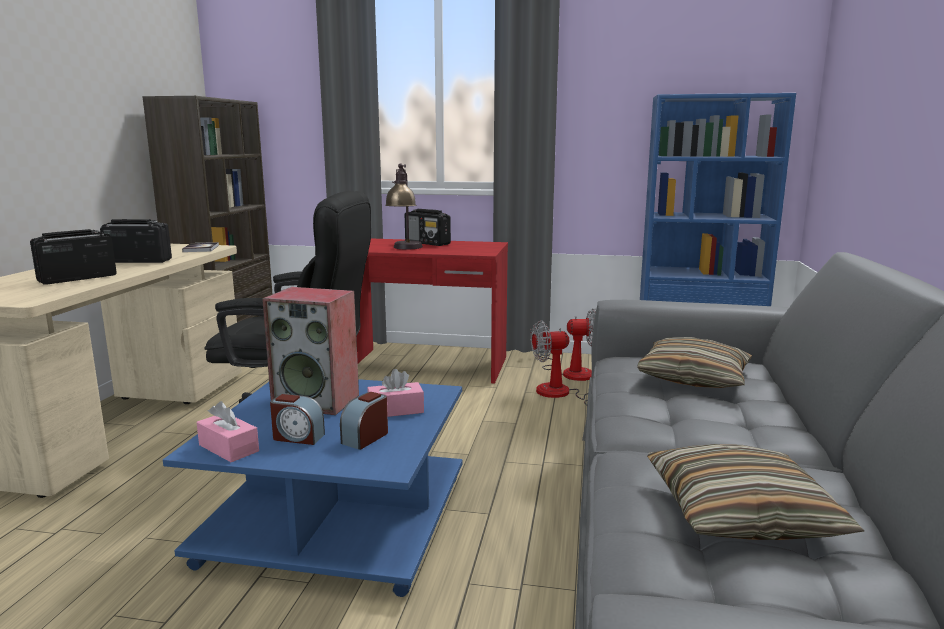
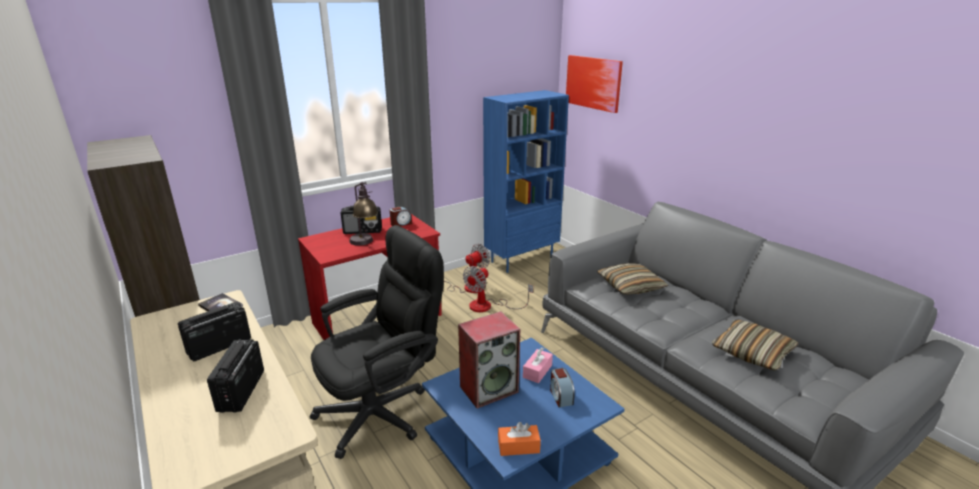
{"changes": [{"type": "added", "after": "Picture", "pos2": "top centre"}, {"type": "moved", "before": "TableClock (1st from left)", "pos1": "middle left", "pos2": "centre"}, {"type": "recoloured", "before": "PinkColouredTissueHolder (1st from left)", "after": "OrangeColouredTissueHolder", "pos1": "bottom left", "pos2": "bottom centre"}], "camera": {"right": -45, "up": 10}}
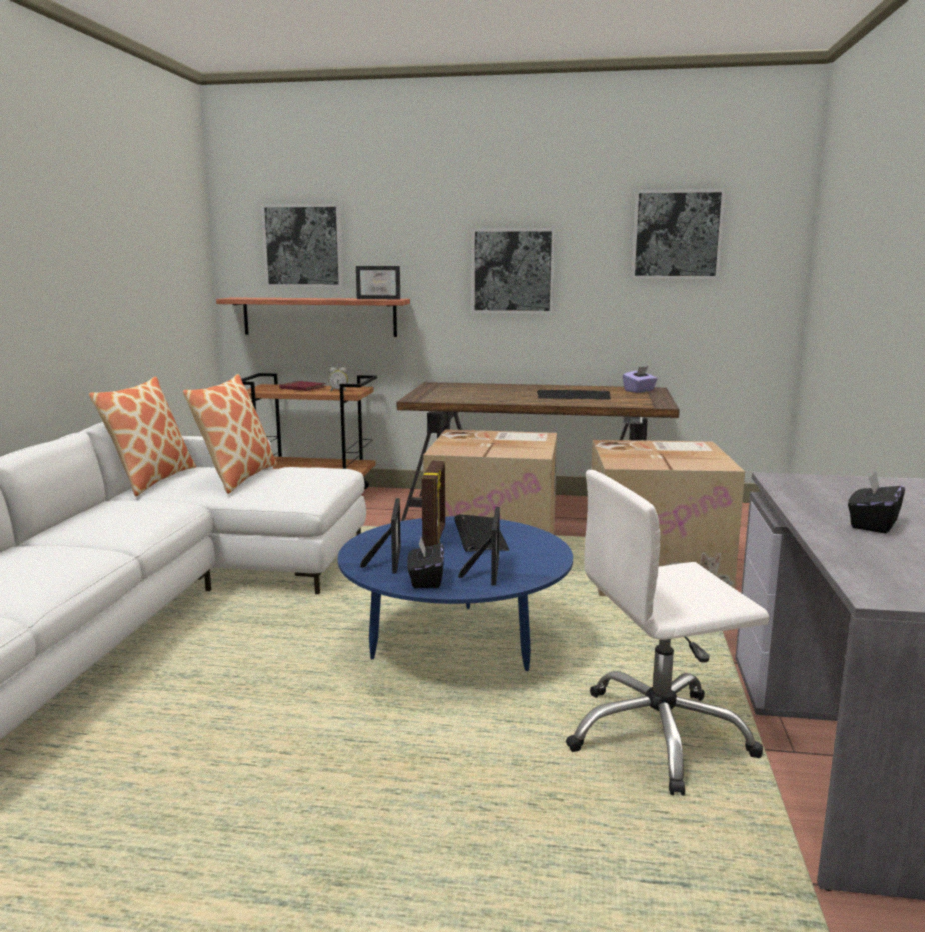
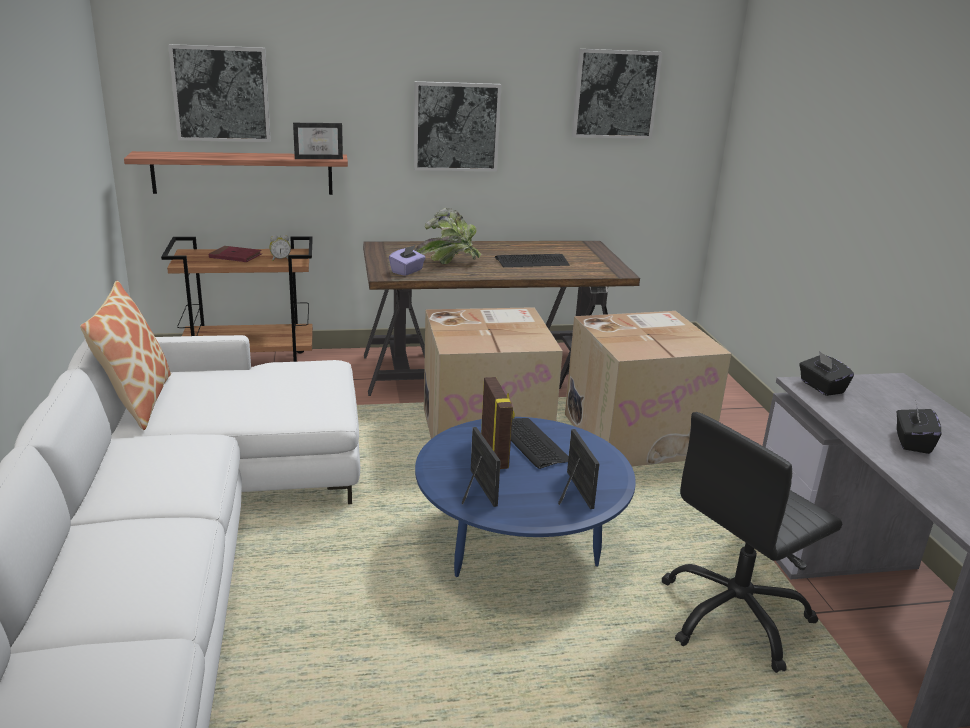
{"changes": [{"type": "removed", "before": "Pillow (2nd from left)", "pos1": "middle left"}, {"type": "added", "after": "PlantInAPot", "pos2": "top centre"}, {"type": "moved", "before": "BlackTissueHolder (1st from left)", "pos1": "centre", "pos2": "middle right"}, {"type": "moved", "before": "PurpleColouredTissueHolder", "pos1": "middle right", "pos2": "centre"}, {"type": "recoloured", "before": "WhitishDeskChair", "after": "BlackDeskChair", "pos1": "bottom right", "pos2": "bottom right"}], "camera": {"right": -20, "up": 10}}
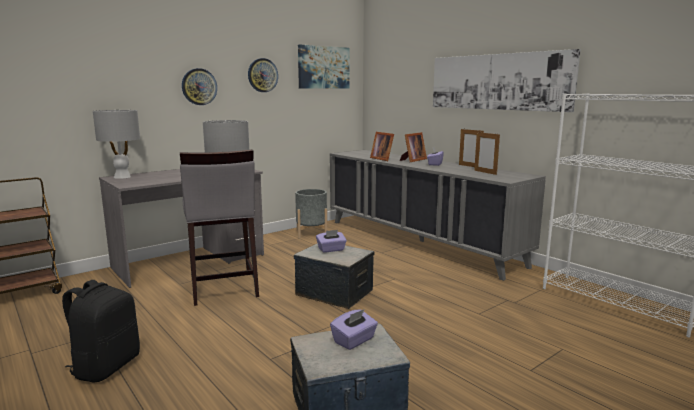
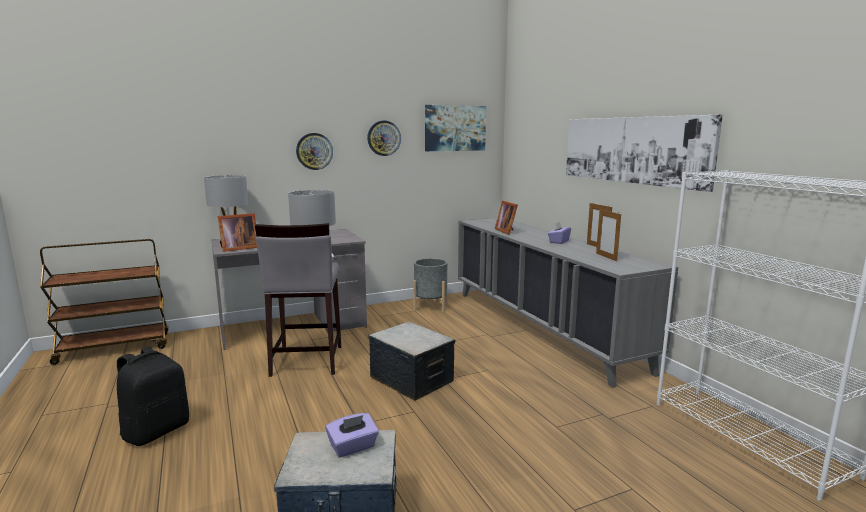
{"changes": [{"type": "removed", "before": "PurpleColouredTissueHolder (1st from left)", "pos1": "centre"}, {"type": "moved", "before": "PictureFrame (2nd from left in the first image)", "after": "PictureFrame (1st from left)", "pos1": "centre", "pos2": "middle left"}], "camera": {"right": 15, "up": 0}}
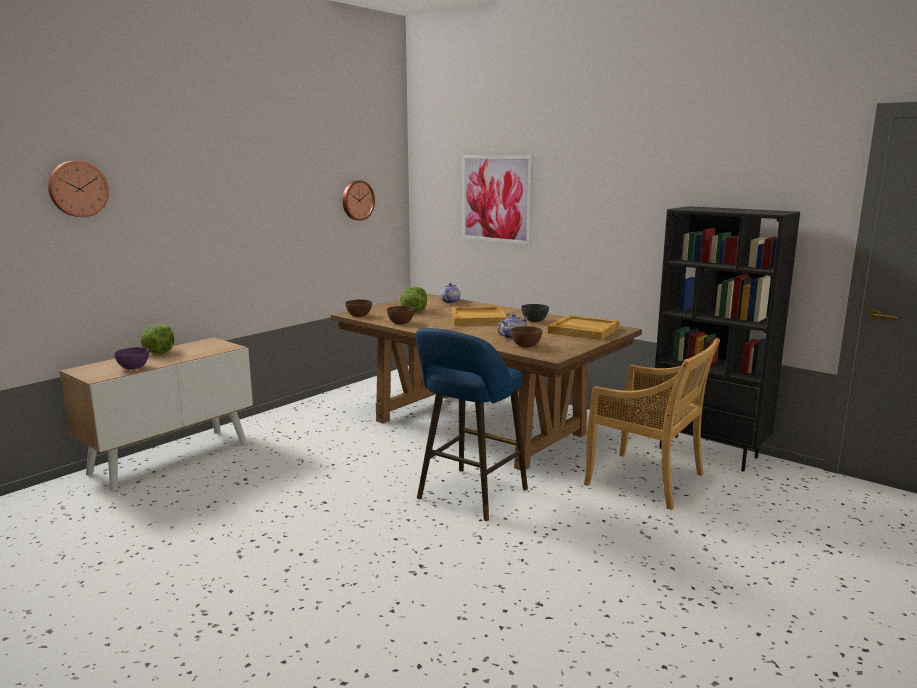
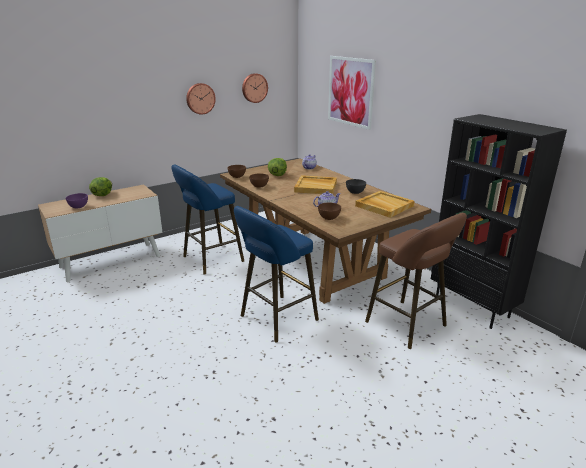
{"changes": [{"type": "added", "after": "BluishStoolSeat (1st from left)", "pos2": "centre"}, {"type": "moved", "before": "HangingClock (1st from left)", "pos1": "top left", "pos2": "top centre"}, {"type": "replaced", "before": "SandColouredChair", "after": "BrownishStoolSeat", "pos1": "middle right", "pos2": "middle right"}], "camera": {"right": 15, "up": 10}}
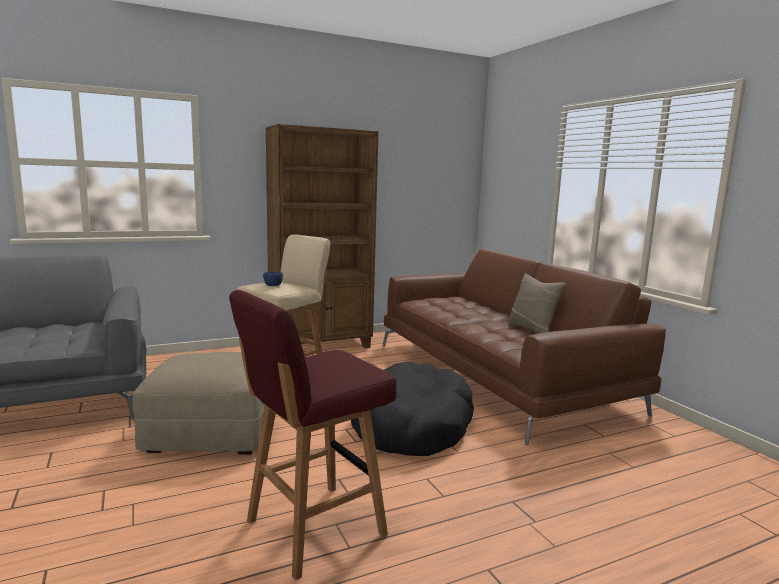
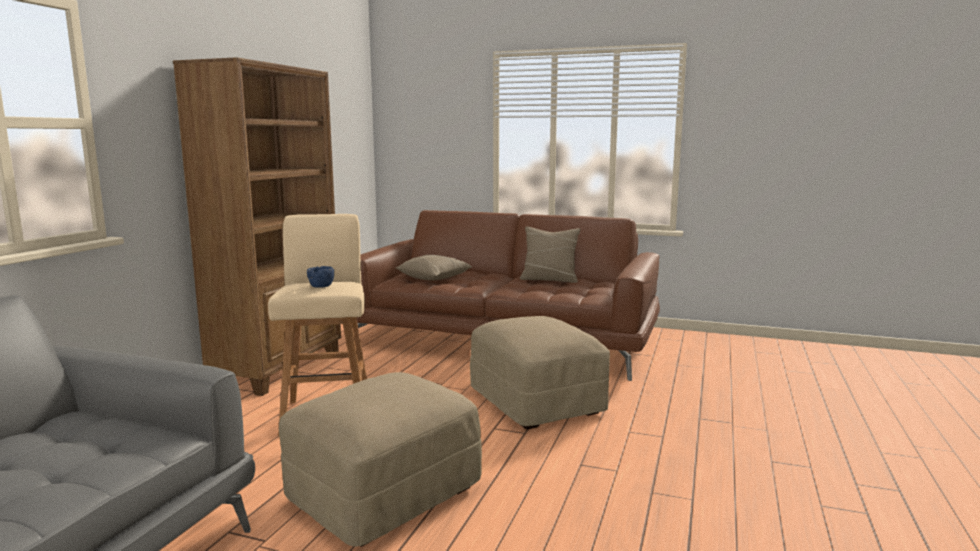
{"changes": [{"type": "removed", "before": "RedStoolSeat", "pos1": "bottom centre"}, {"type": "added", "after": "SandColouredPillow (1st from left)", "pos2": "centre"}, {"type": "replaced", "before": "BlackPetBed", "after": "SandColouredFootrest (2nd from left)", "pos1": "bottom centre", "pos2": "bottom centre"}], "camera": {"right": -45, "up": 0}}
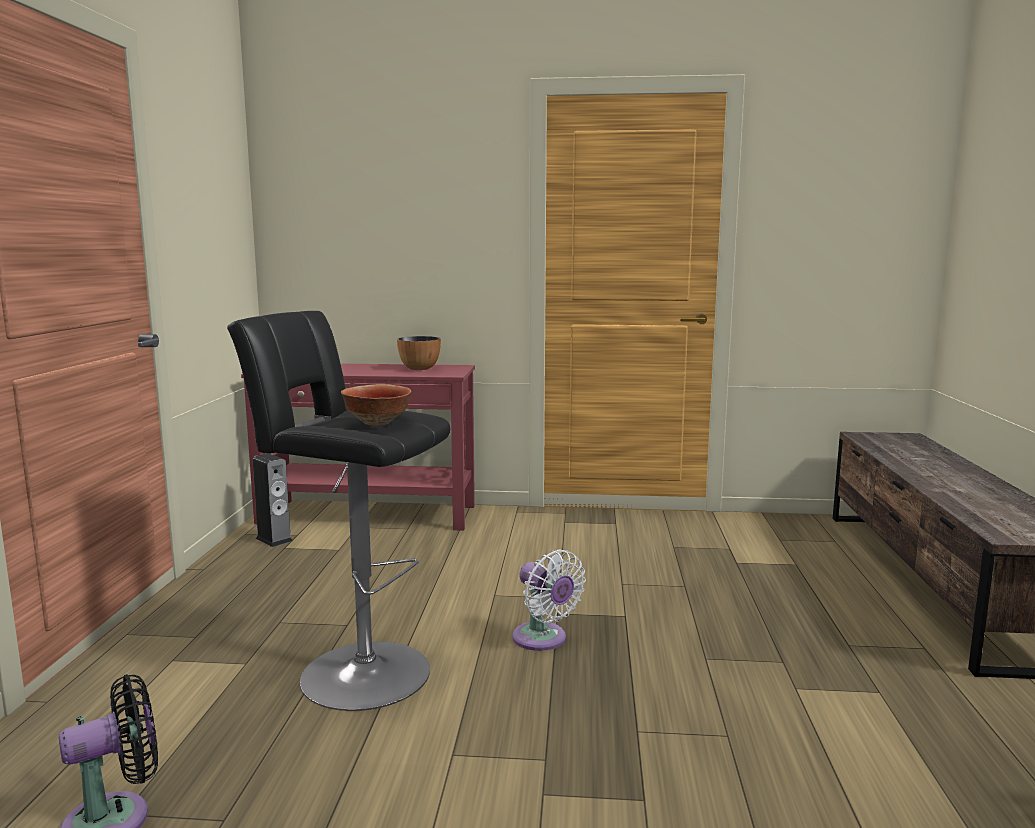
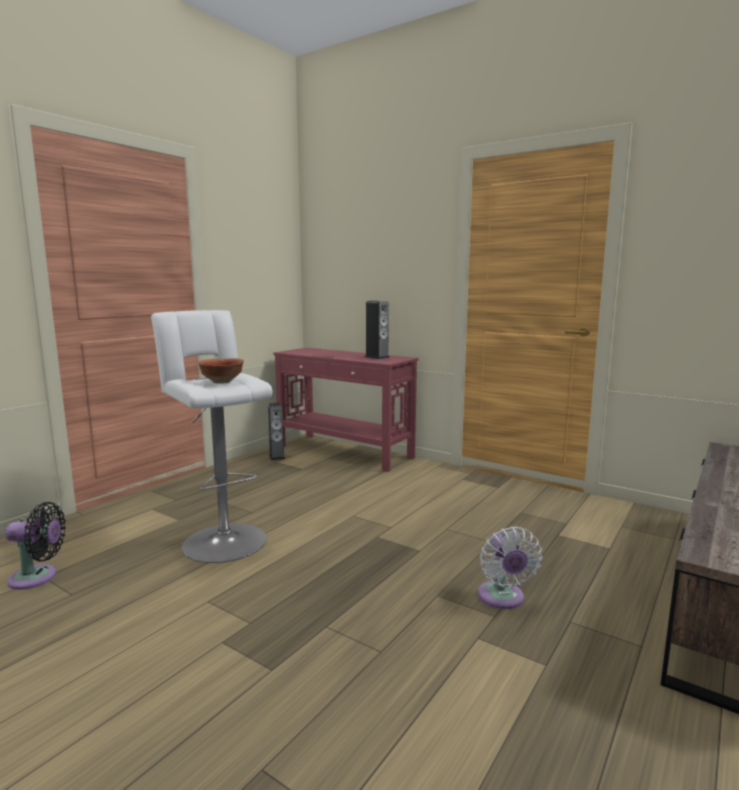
{"changes": [{"type": "moved", "before": "WhitishCoolingFan", "pos1": "bottom centre", "pos2": "bottom right"}, {"type": "replaced", "before": "DeepDish (2nd from left)", "after": "AudioSpeaker (2nd from left)", "pos1": "centre", "pos2": "centre"}, {"type": "recoloured", "before": "BlackStoolSeat", "after": "WhitishStoolSeat", "pos1": "middle left", "pos2": "middle left"}], "camera": {"right": 30, "up": 0}}
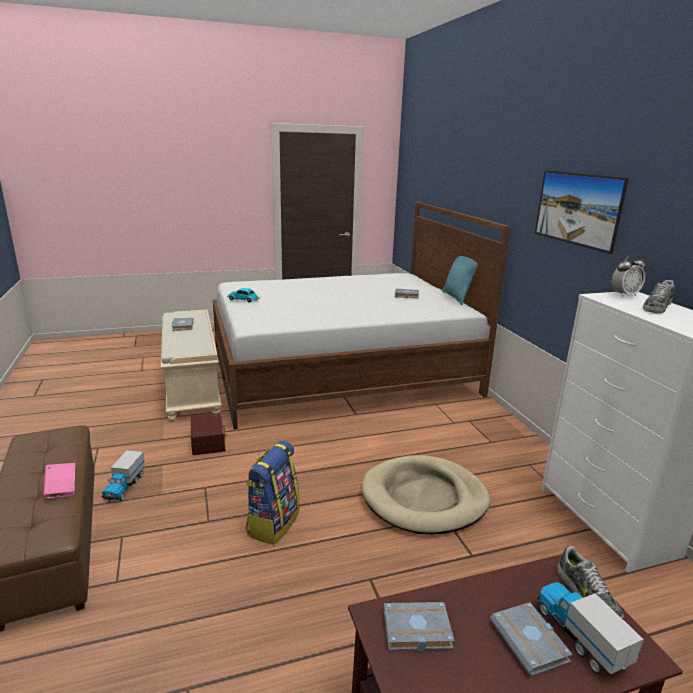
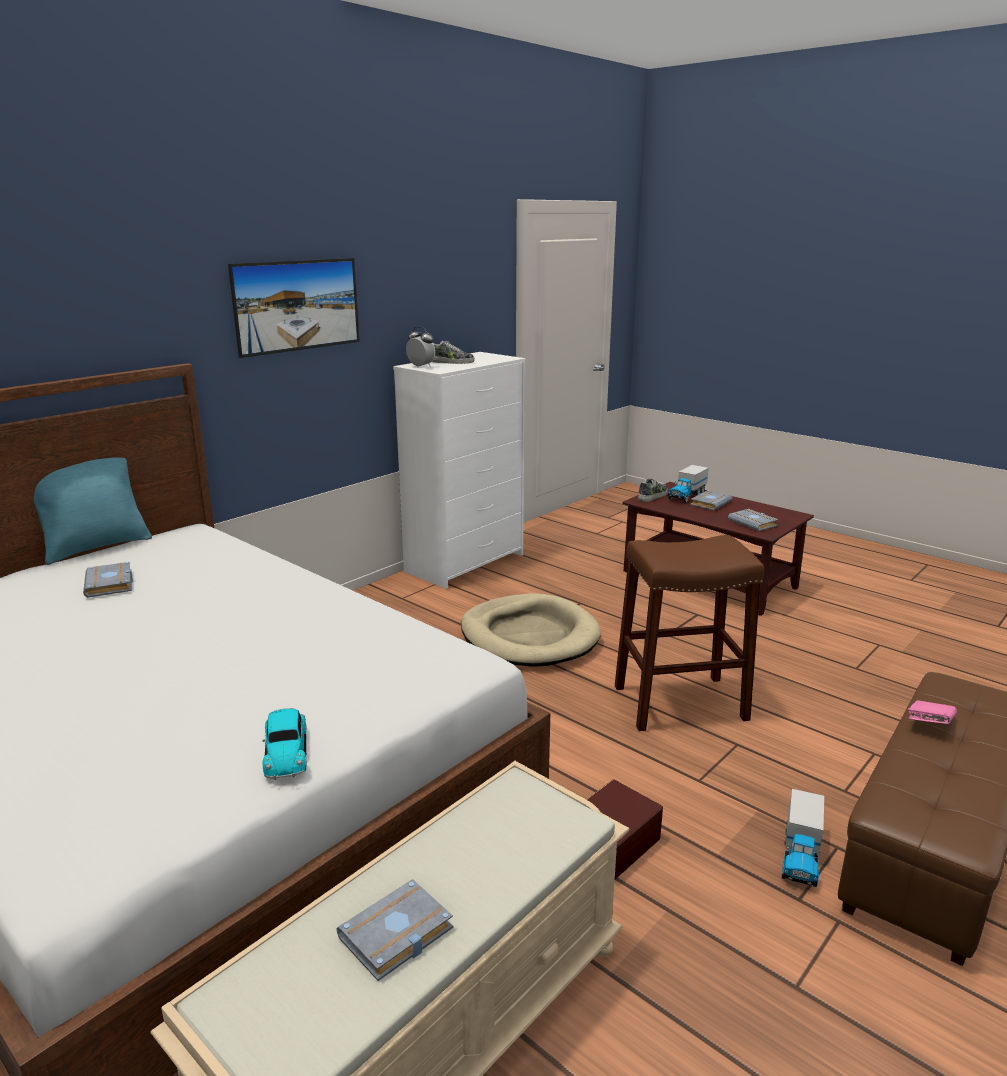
{"changes": [{"type": "replaced", "before": "Knapsack", "after": "BrownishStoolSeat", "pos1": "bottom centre", "pos2": "middle right"}, {"type": "turned", "before": "ToyTruck (1st from left in the first image)", "pos1": "bottom left", "pos2": "bottom right", "turn": 135}], "camera": {"right": -120, "up": 0}}
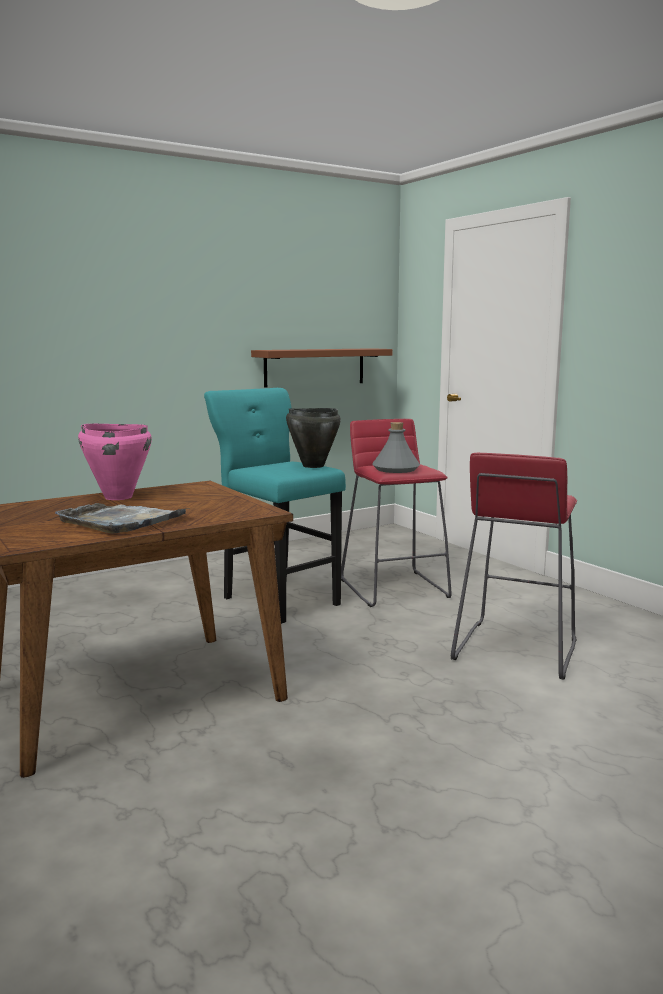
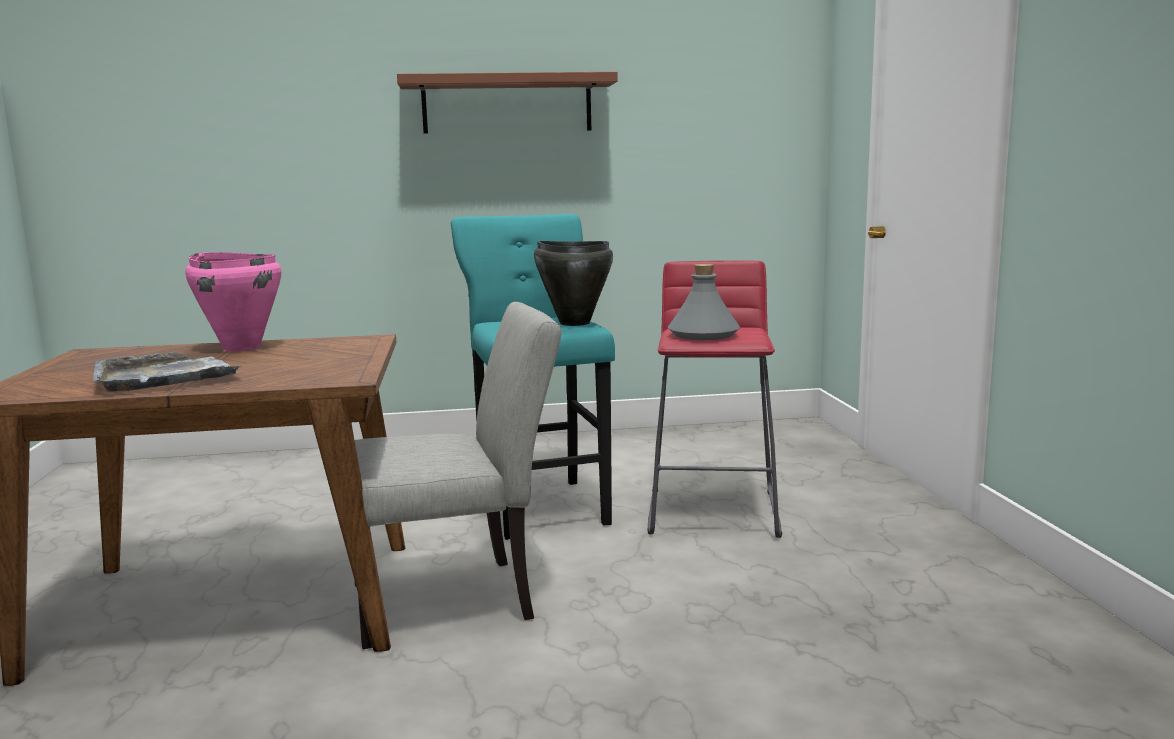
{"changes": [{"type": "removed", "before": "RedStoolSeat (2nd from left)", "pos1": "middle right"}, {"type": "added", "after": "GreyChair", "pos2": "centre"}, {"type": "moved", "before": "BrownishBracketShelf", "pos1": "centre", "pos2": "top centre"}], "camera": {"right": 25, "up": 0}}
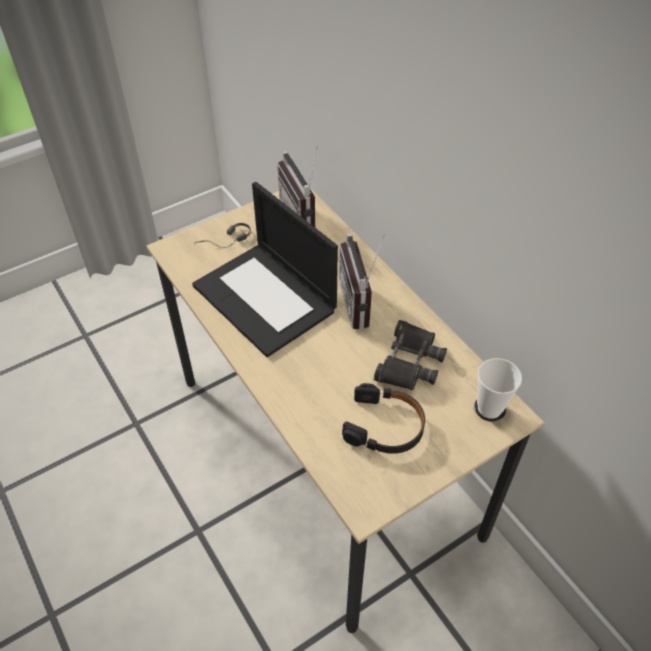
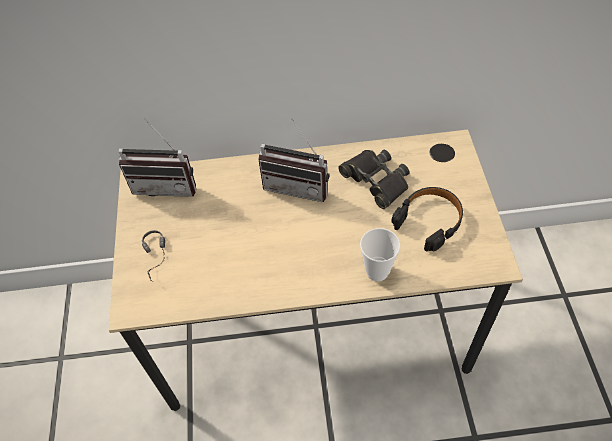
{"changes": [{"type": "removed", "before": "PortableComputer", "pos1": "centre"}, {"type": "moved", "before": "Cup", "pos1": "middle right", "pos2": "centre"}], "camera": {"right": -60, "up": 5}}
